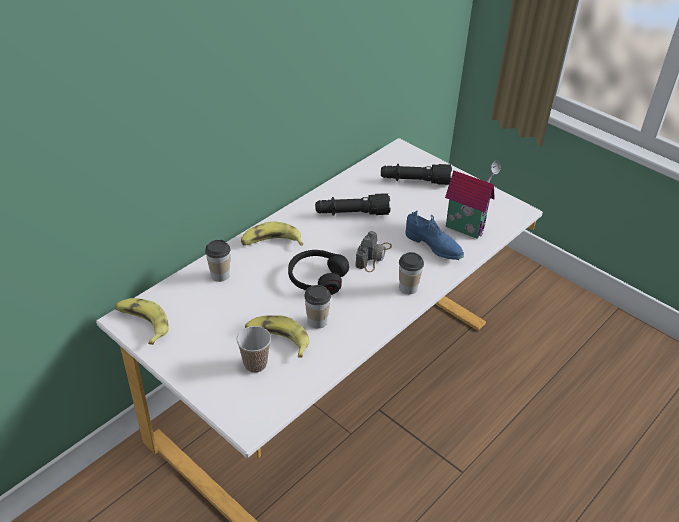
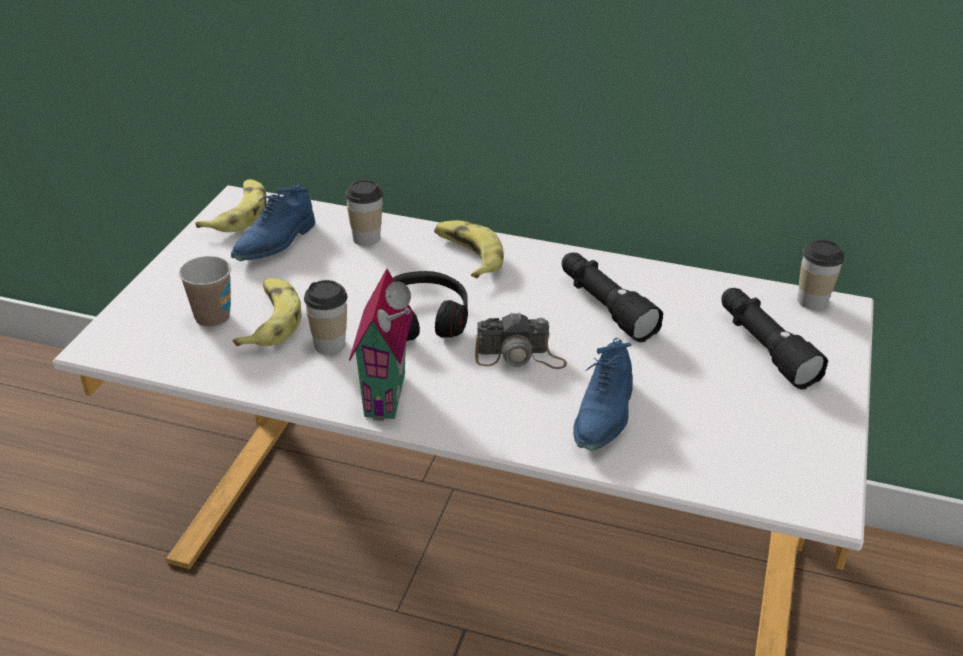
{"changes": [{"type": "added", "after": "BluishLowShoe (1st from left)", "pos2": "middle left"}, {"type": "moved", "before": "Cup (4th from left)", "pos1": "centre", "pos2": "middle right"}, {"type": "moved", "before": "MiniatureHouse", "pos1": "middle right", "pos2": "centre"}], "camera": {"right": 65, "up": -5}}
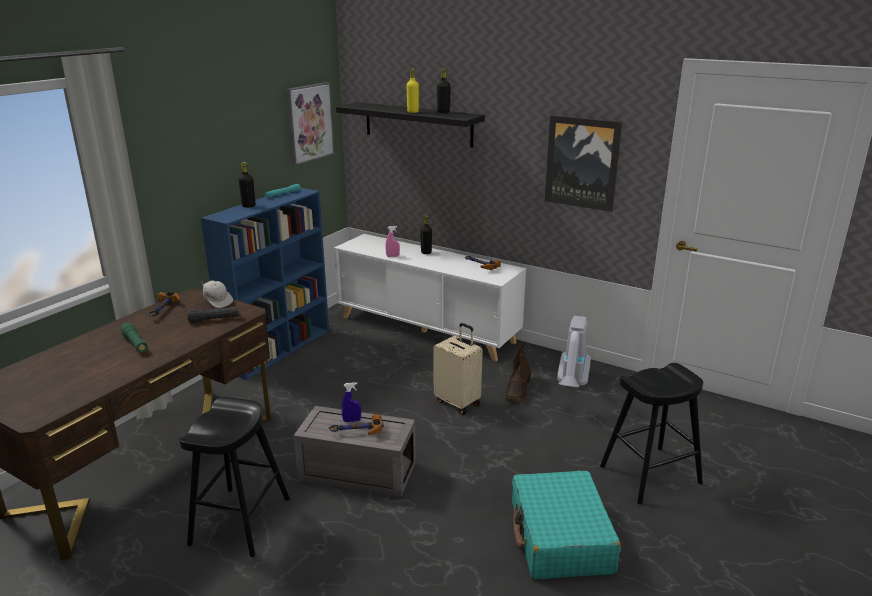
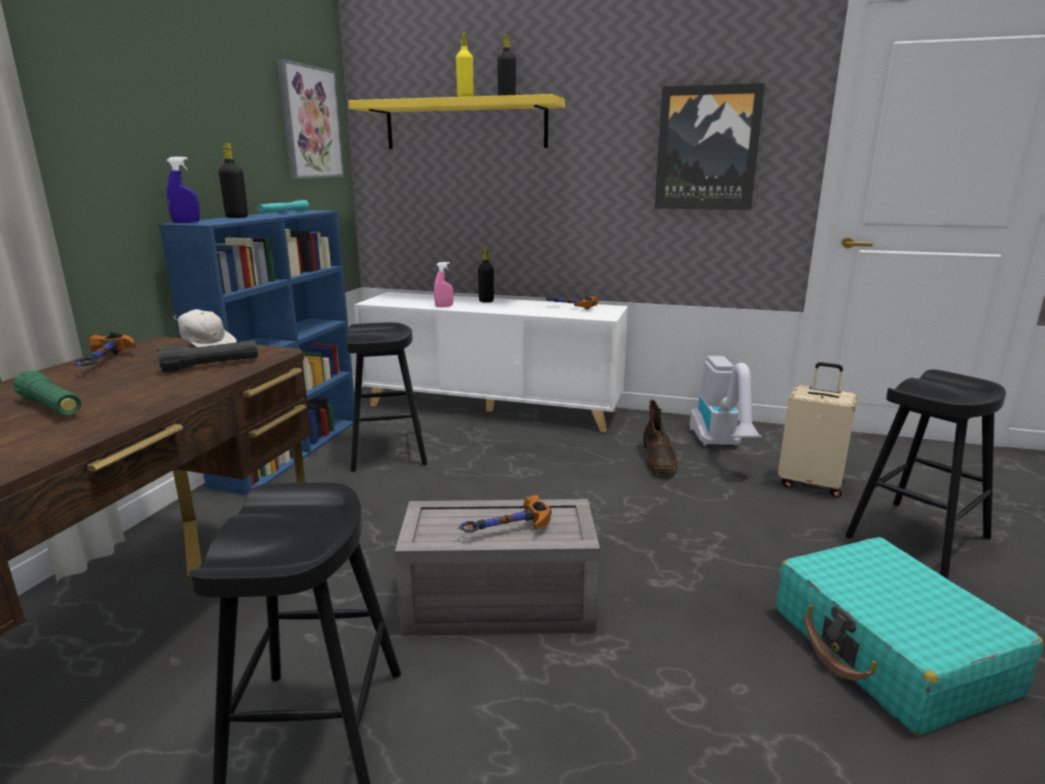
{"changes": [{"type": "added", "after": "BlackStoolSeat (2nd from left)", "pos2": "centre"}, {"type": "moved", "before": "BluishSprayer", "pos1": "bottom centre", "pos2": "top left"}, {"type": "moved", "before": "SandColouredPieceOfLuggage", "pos1": "centre", "pos2": "middle right"}, {"type": "recoloured", "before": "BlackBracketShelf", "after": "YellowBracketShelf", "pos1": "top centre", "pos2": "top centre"}], "camera": {"right": -15, "up": -5}}
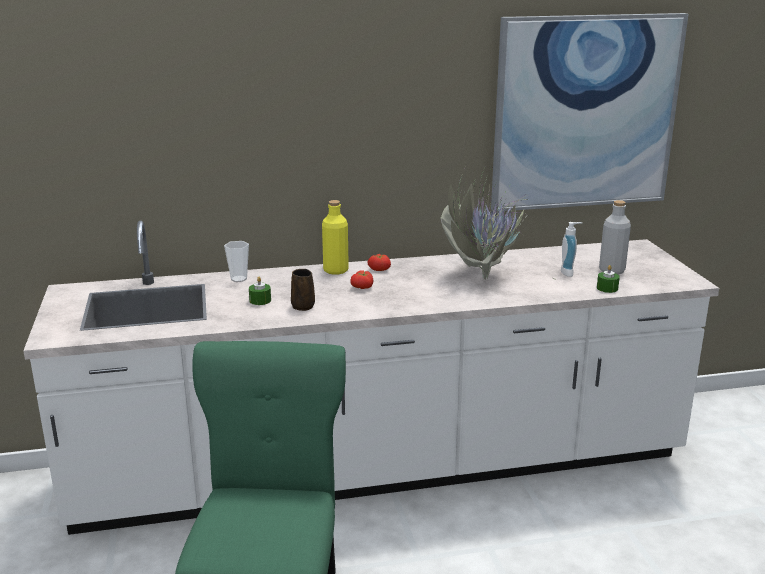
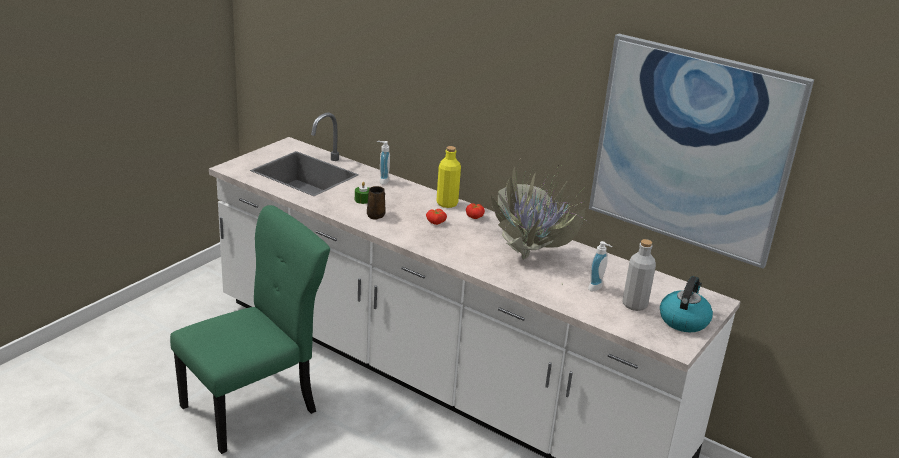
{"changes": [{"type": "removed", "before": "GreenColouredWaxCandle (2nd from left)", "pos1": "middle right"}, {"type": "added", "after": "WaterKettle", "pos2": "middle right"}, {"type": "replaced", "before": "Cup", "after": "LiquidSoapBottle (1st from left)", "pos1": "middle left", "pos2": "centre"}], "camera": {"right": 45, "up": 5}}
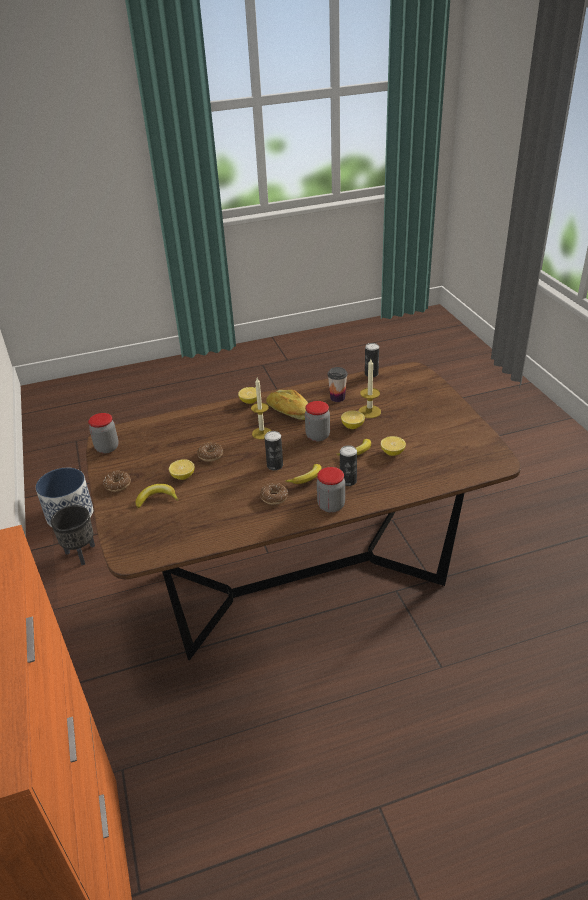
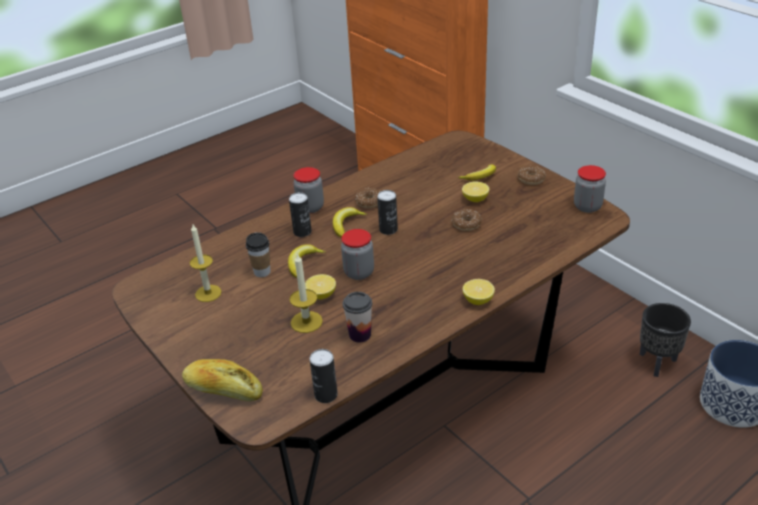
{"changes": [{"type": "moved", "before": "WaxCandle (1st from left)", "pos1": "centre", "pos2": "middle left"}, {"type": "moved", "before": "BakedBread", "pos1": "centre", "pos2": "bottom left"}, {"type": "replaced", "before": "Lemon (4th from left)", "after": "Cup (1st from left)", "pos1": "middle right", "pos2": "centre"}], "camera": {"right": 160, "up": 0}}
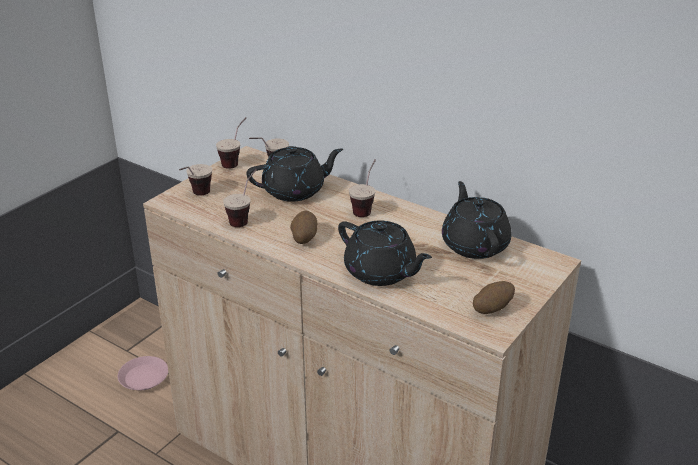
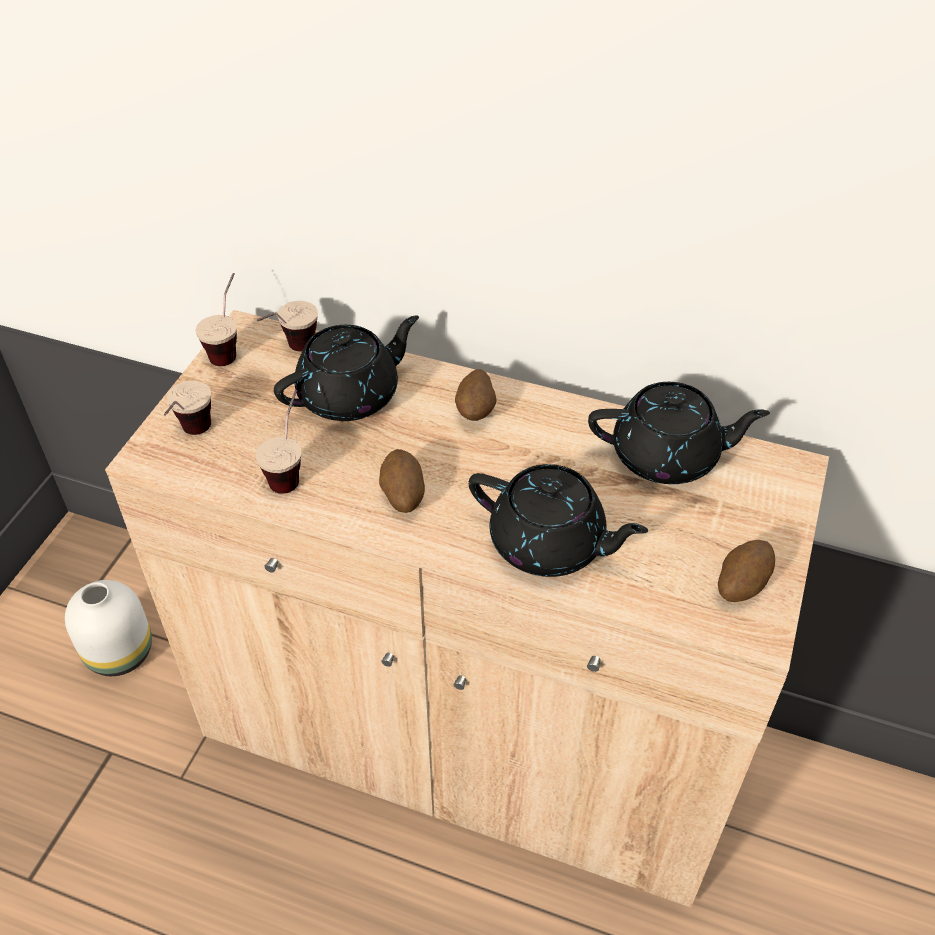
{"changes": [{"type": "replaced", "before": "PinkColouredFlatDish", "after": "WhitishVase", "pos1": "bottom left", "pos2": "bottom left"}, {"type": "replaced", "before": "Cup (5th from left)", "after": "Potato (2nd from left)", "pos1": "centre", "pos2": "centre"}, {"type": "turned", "before": "BlackPotForTea (3rd from left)", "pos1": "middle right", "pos2": "middle right", "turn": 120}], "camera": {"right": -15, "up": 15}}
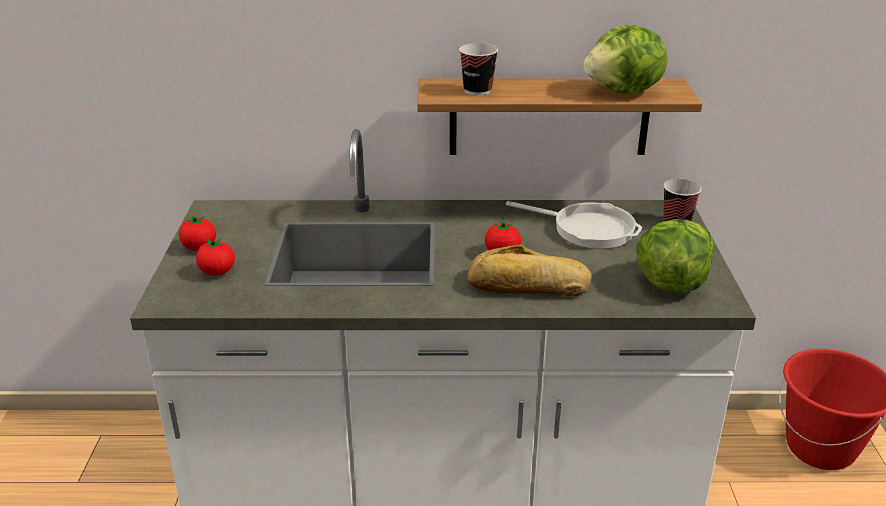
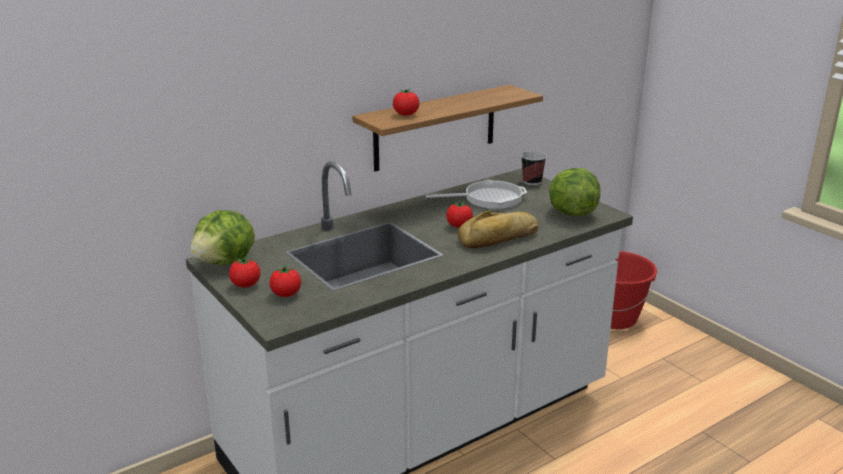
{"changes": [{"type": "moved", "before": "LettuceHead (1st from left)", "pos1": "top right", "pos2": "middle left"}, {"type": "replaced", "before": "Cup (1st from left)", "after": "WholeTomato (3rd from left)", "pos1": "top centre", "pos2": "top centre"}], "camera": {"right": -35, "up": -5}}
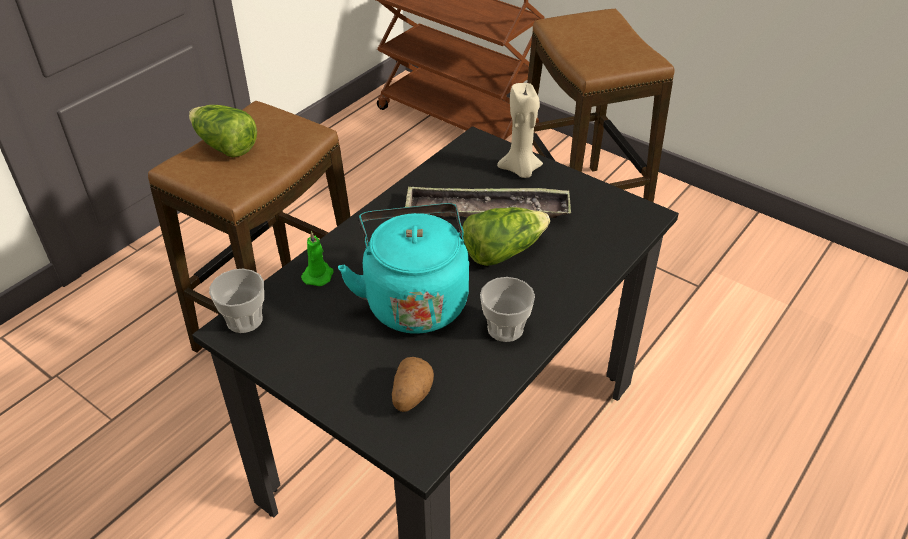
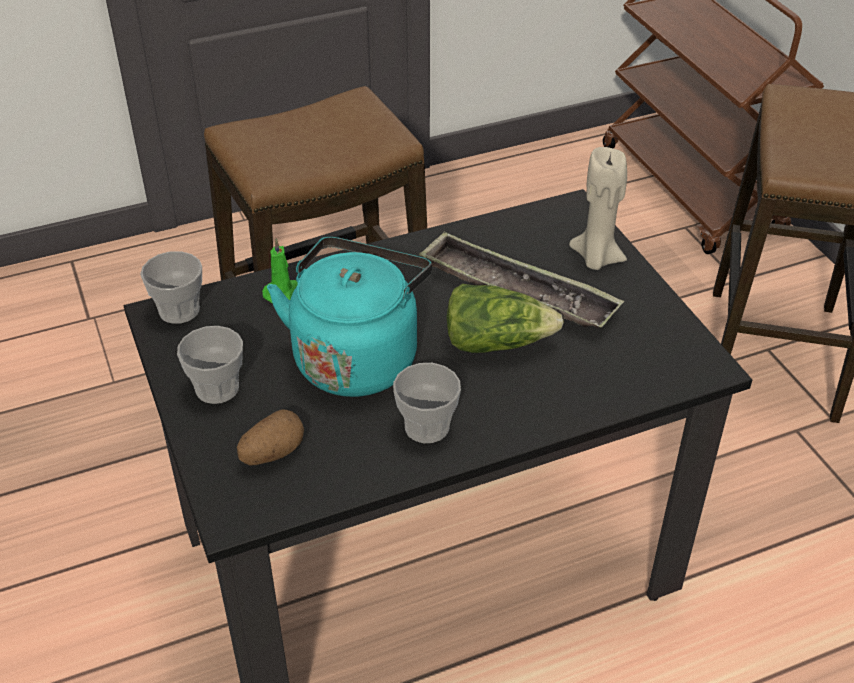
{"changes": [{"type": "removed", "before": "LettuceHead (1st from left)", "pos1": "top left"}, {"type": "added", "after": "Cup (2nd from left)", "pos2": "middle left"}], "camera": {"right": 30, "up": 0}}
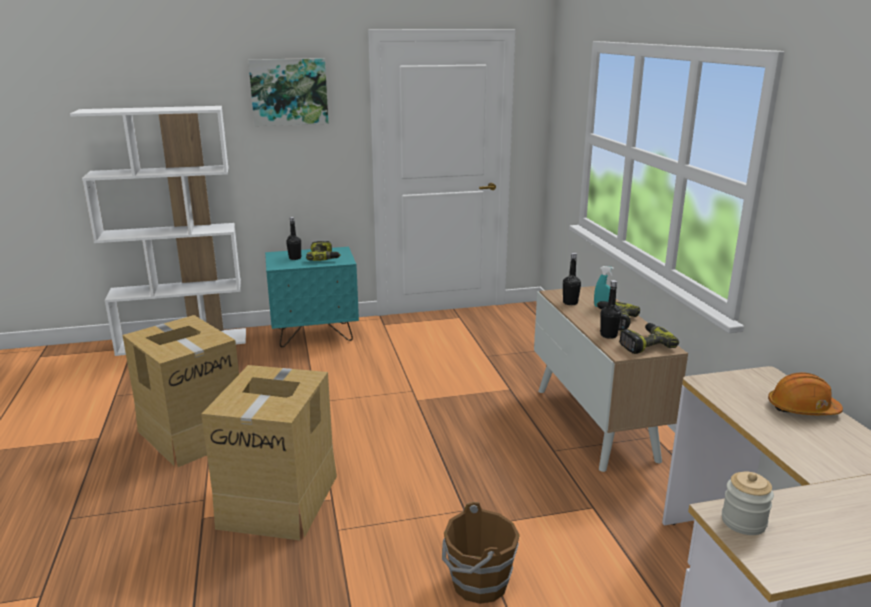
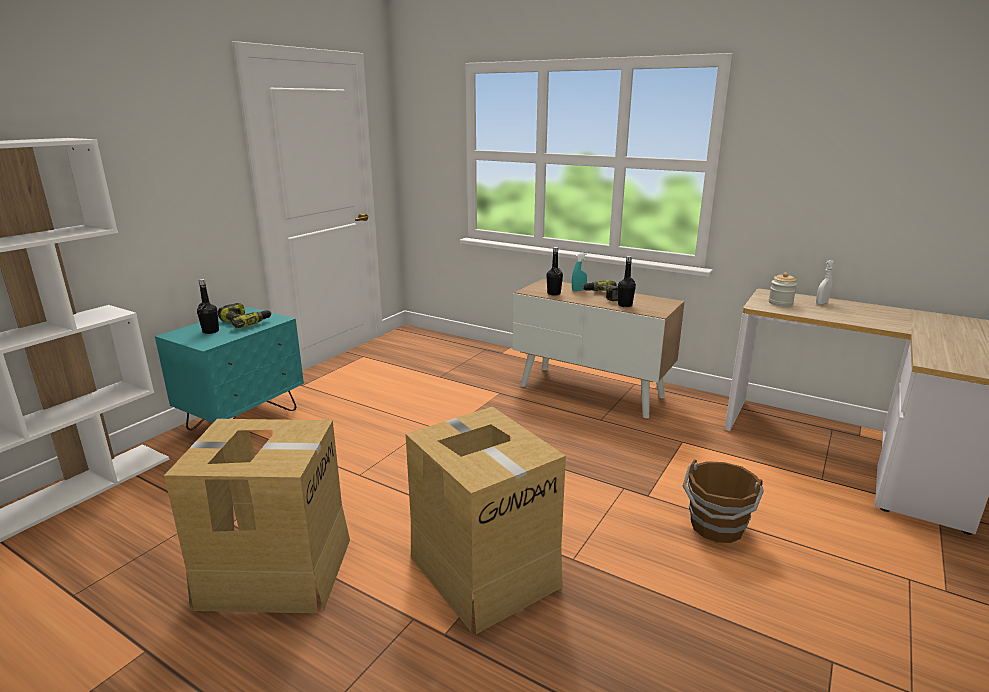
{"changes": [{"type": "removed", "before": "Picture", "pos1": "top left"}, {"type": "removed", "before": "ElectricDrill (3rd from left)", "pos1": "middle right"}, {"type": "moved", "before": "StorageJar", "pos1": "bottom right", "pos2": "middle right"}, {"type": "replaced", "before": "OrangeColouredWorkHelmet", "after": "WhitishSprayer", "pos1": "middle right", "pos2": "middle right"}], "camera": {"right": -45, "up": 0}}
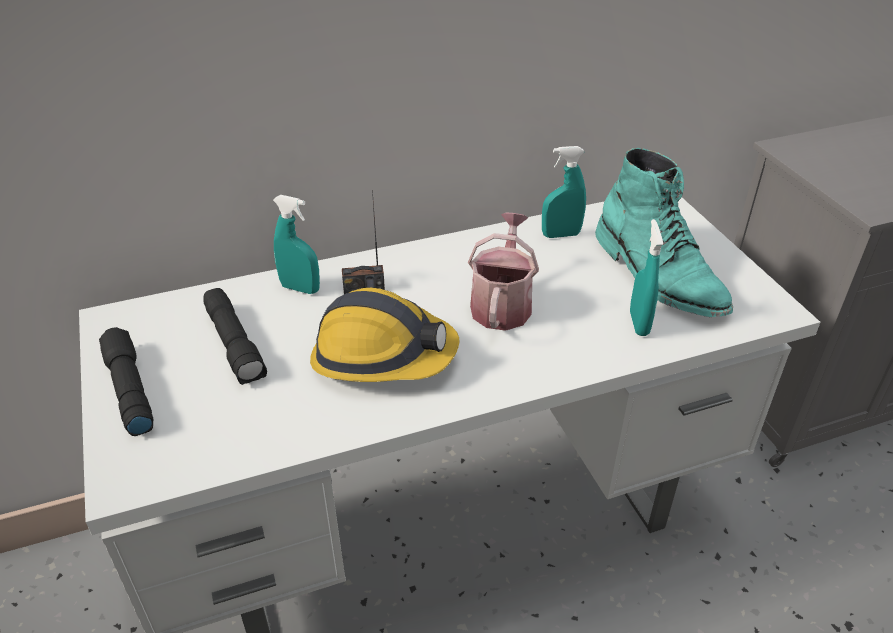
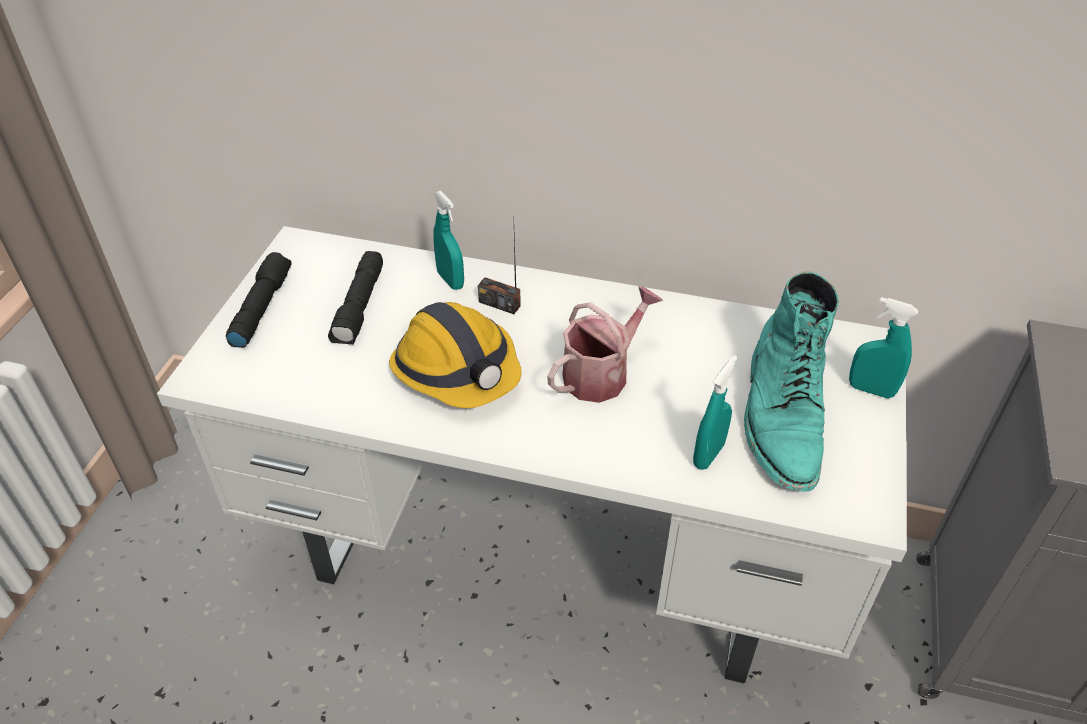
{"changes": [{"type": "moved", "before": "TurquoiseSprayer (2nd from left in the first image)", "after": "TurquoiseSprayer (3rd from left)", "pos1": "top centre", "pos2": "middle right"}], "camera": {"right": 35, "up": 5}}
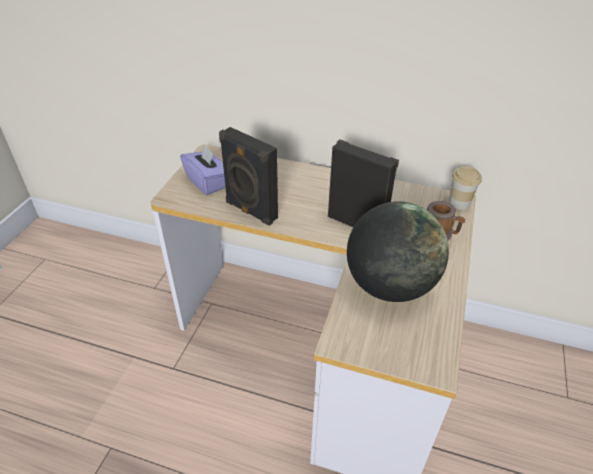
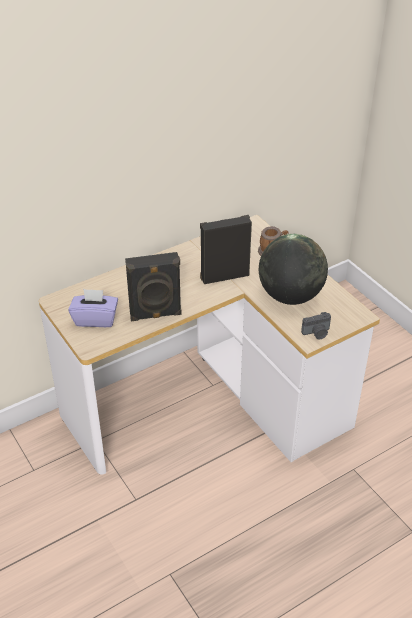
{"changes": [{"type": "removed", "before": "Cup", "pos1": "middle right"}, {"type": "added", "after": "StillCamera", "pos2": "middle right"}], "camera": {"right": -50, "up": 0}}
